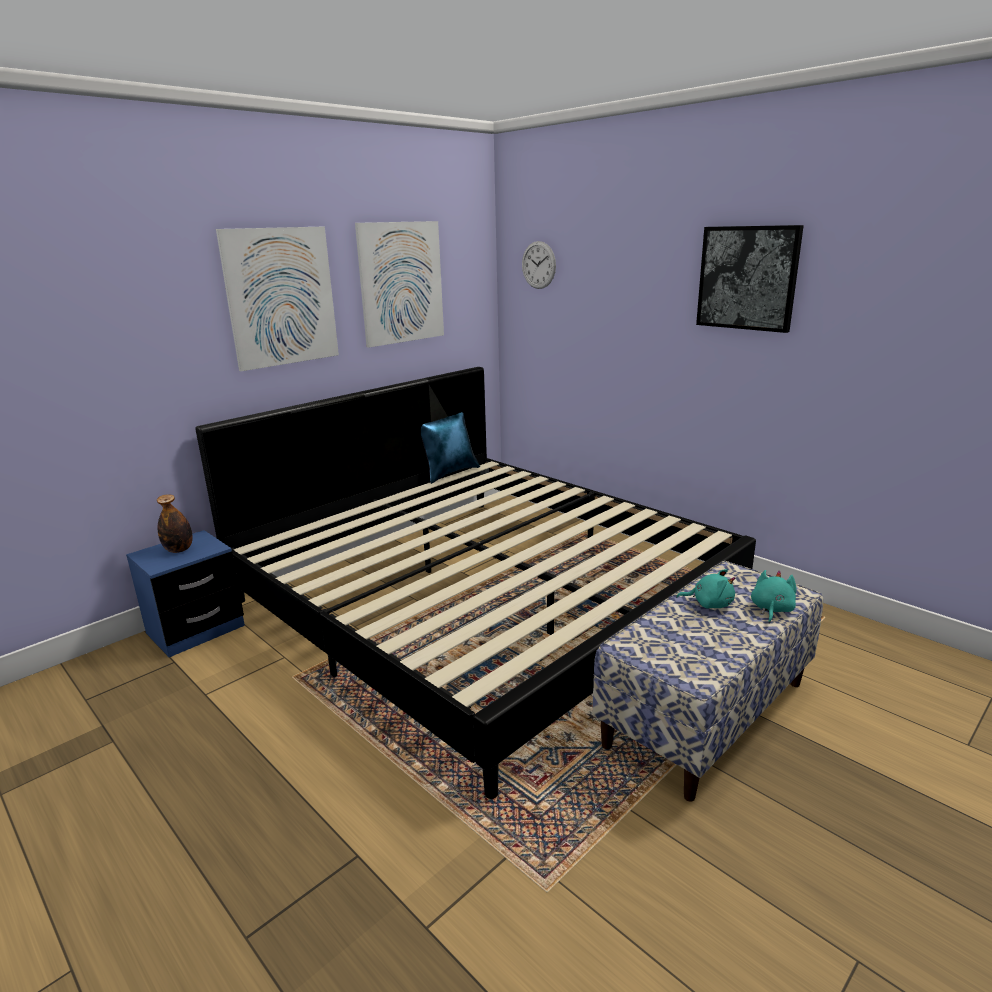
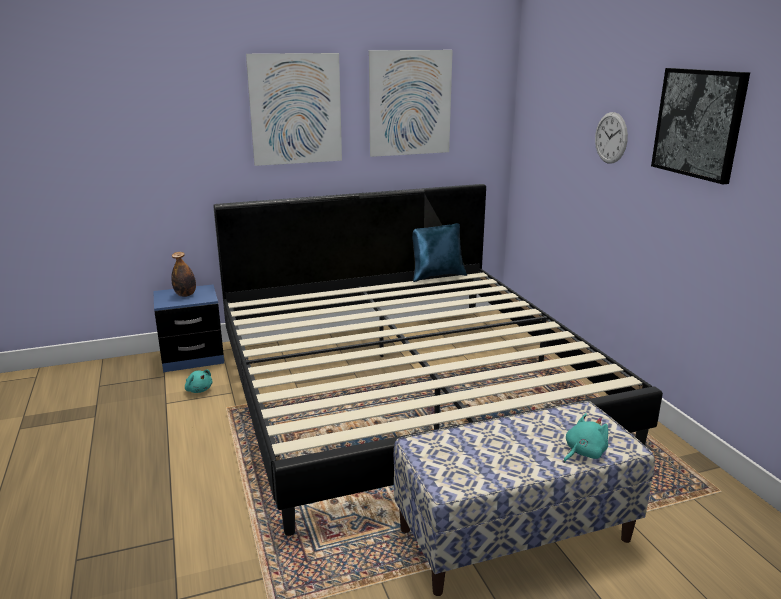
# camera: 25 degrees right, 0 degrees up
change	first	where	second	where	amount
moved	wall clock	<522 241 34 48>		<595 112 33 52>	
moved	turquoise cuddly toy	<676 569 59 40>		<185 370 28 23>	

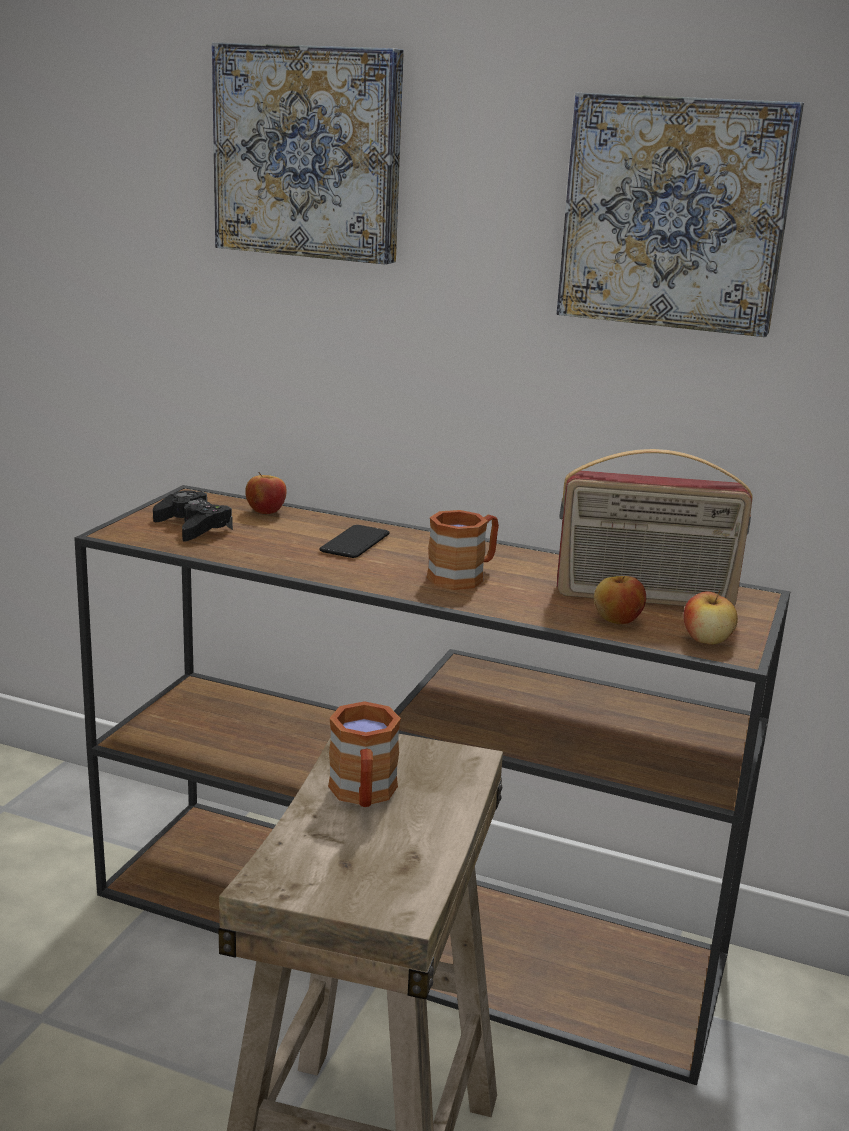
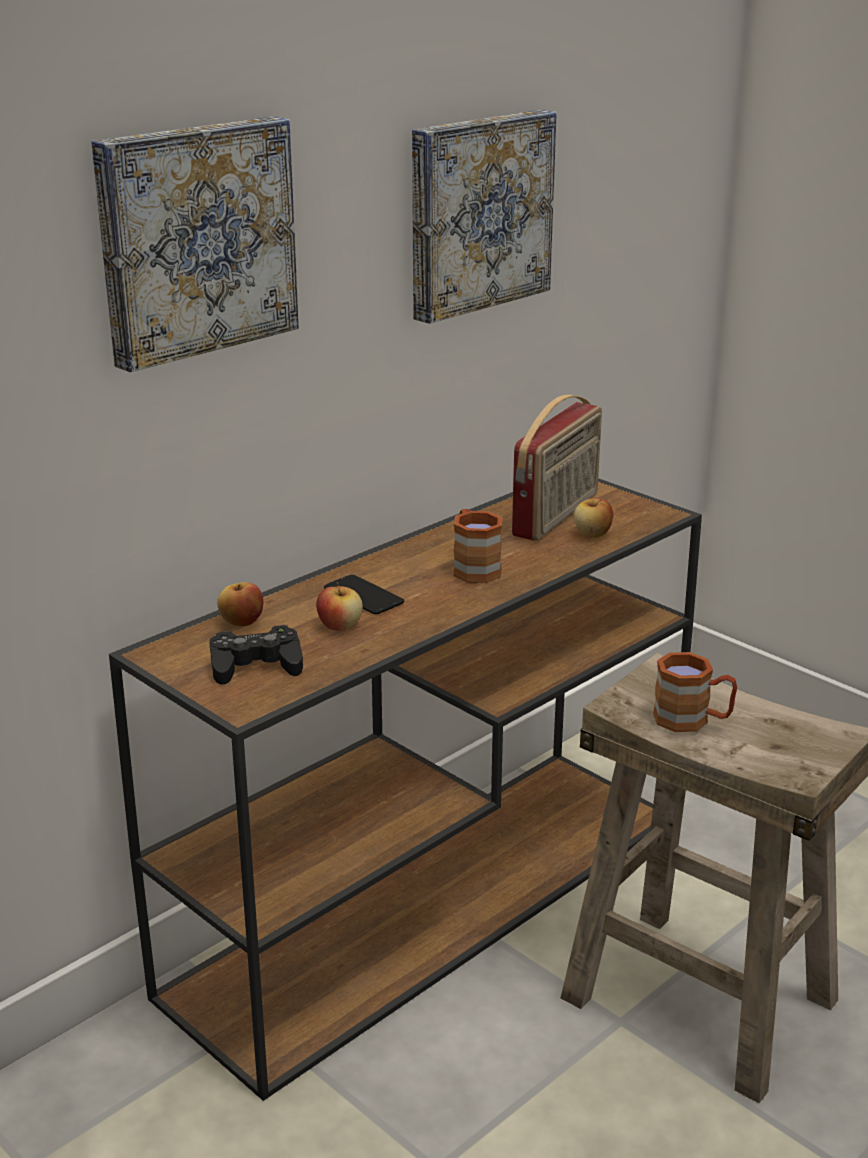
# camera: 65 degrees left, 5 degrees up
change	first	where	second	where	amount
moved	apple fruit	<684 590 54 55>		<316 582 47 49>	

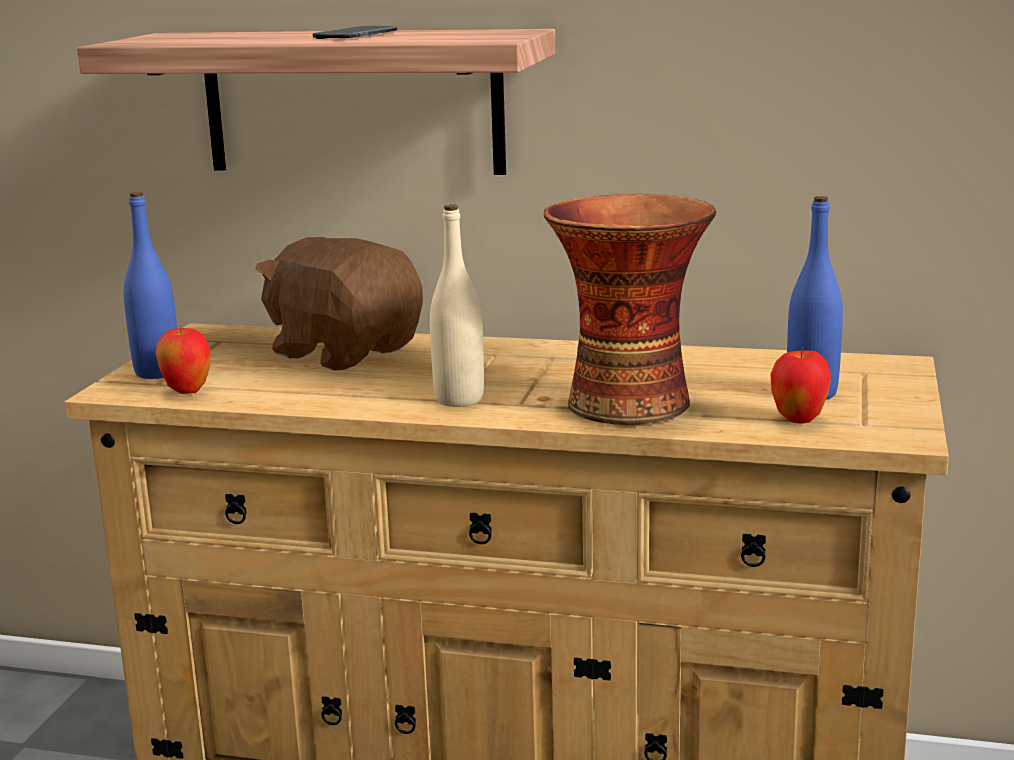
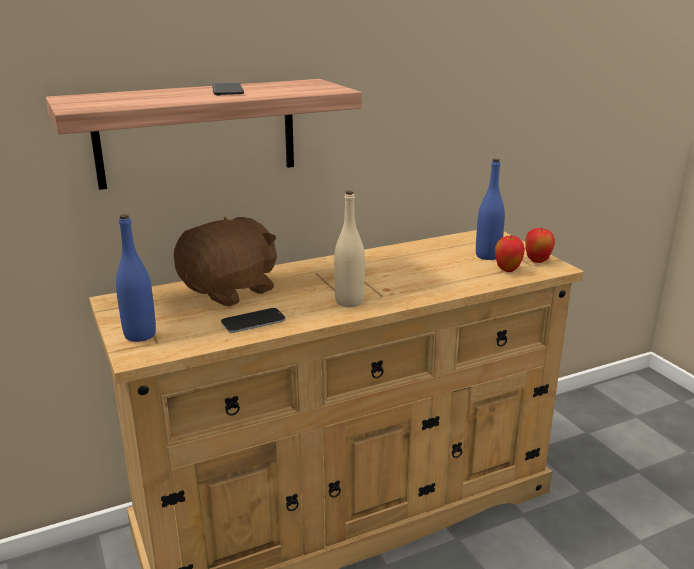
# camera: 40 degrees left, 5 degrees up
change	first	where	second	where	amount
removed	flower vase	<544 194 172 231>			
turned	brown-coloured cuddly toy	<255 237 168 133>		<173 217 104 89>	135 degrees clockwise
moved	apple fruit	<155 325 55 69>		<525 228 30 35>	
added			phone	<221 308 65 25>	

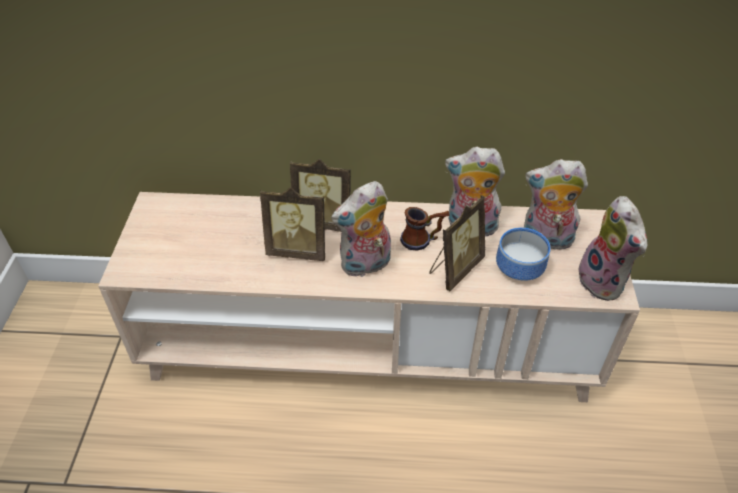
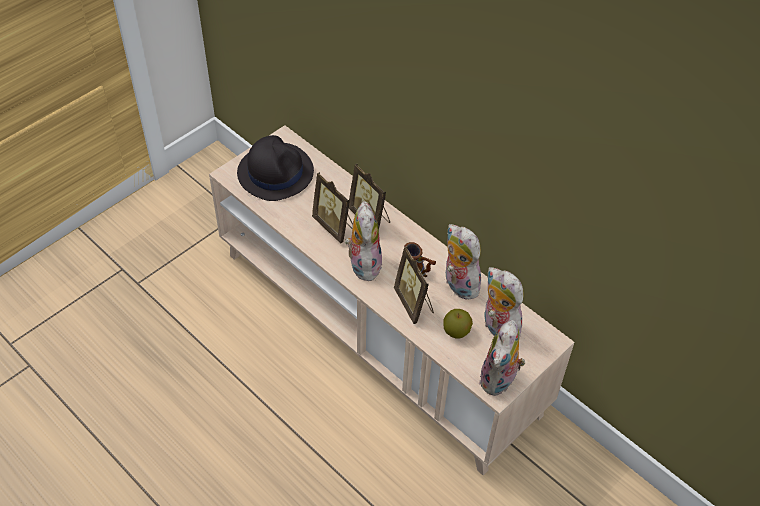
# camera: 40 degrees right, 5 degrees up
change	first	where	second	where	amount
turned	cuddly toy	<331 181 60 96>		<345 201 37 80>	75 degrees clockwise
turned	standing frame	<429 195 56 96>		<394 246 40 78>	75 degrees clockwise
replaced	bowl	<496 228 55 53>	apple fruit	<443 309 30 30>	
added			blackish wearable hat	<237 135 77 66>	

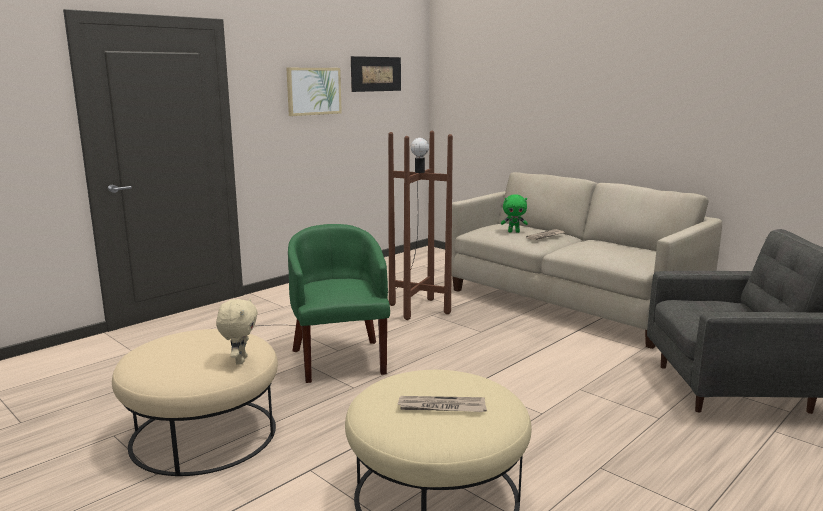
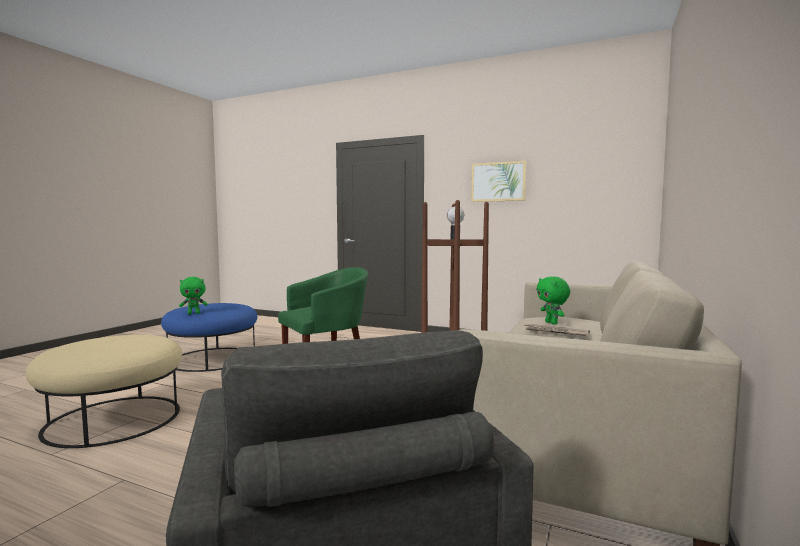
# camera: 70 degrees right, 10 degrees down
change	first	where	second	where	amount
removed	wall art	<351 56 50 36>			
recoloured	sand-coloured cuddly toy	<216 298 42 67>	greenish cuddly toy	<179 277 29 37>	
recoloured	sand-coloured footrest	<112 329 166 147>	blue-coloured footrest	<161 303 96 69>	
removed	newspaper	<397 396 90 16>			

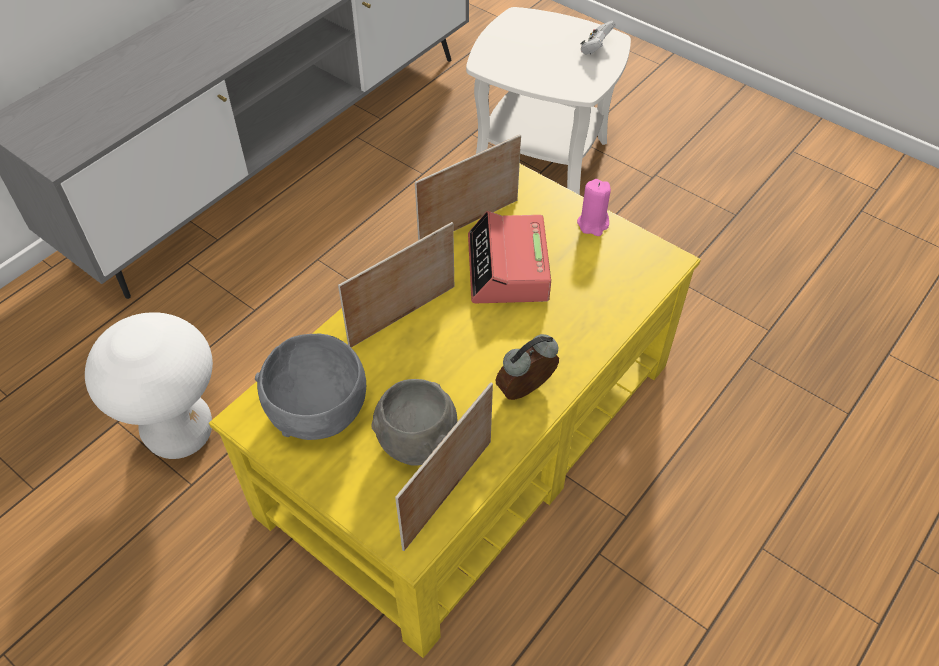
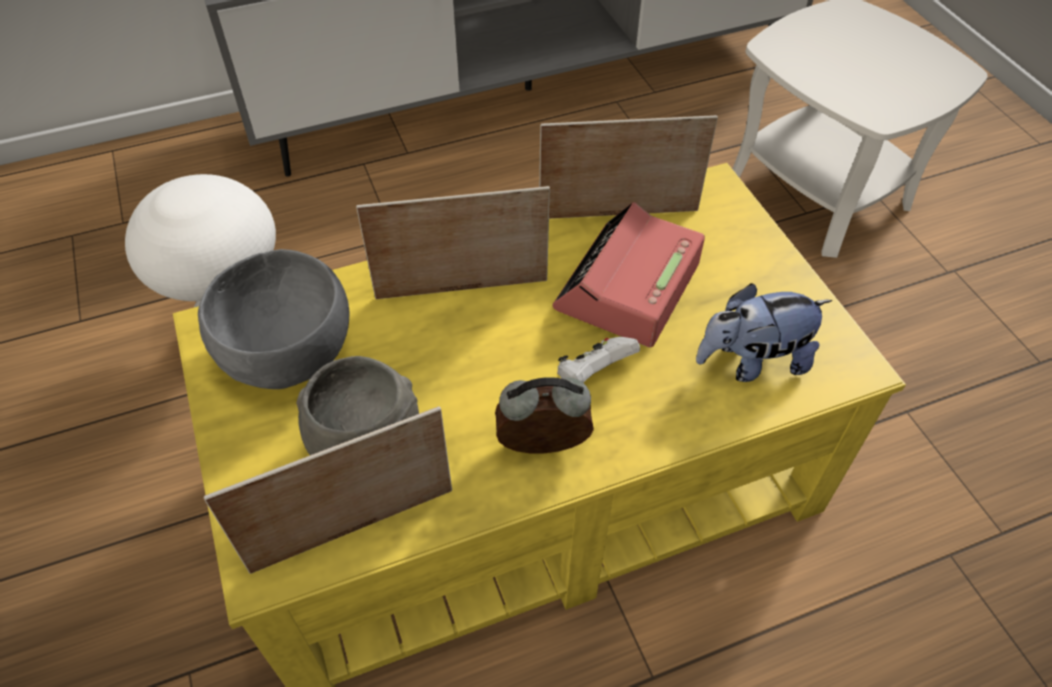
# camera: 30 degrees right, 0 degrees up
change	first	where	second	where	amount
moved	white joypad	<581 21 35 34>		<557 336 83 47>	
removed	pinkish candle	<577 179 34 57>			
added			cuddly toy	<696 283 136 99>	

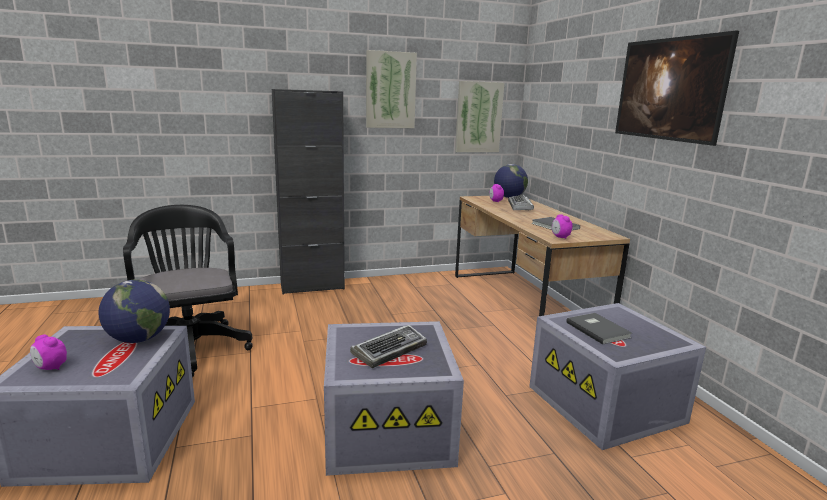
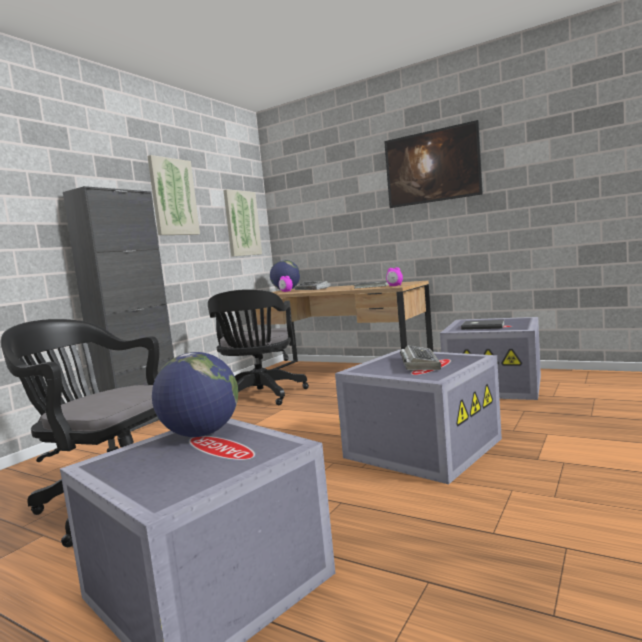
# camera: 40 degrees left, 10 degrees down
change	first	where	second	where	amount
removed	alarm clock	<30 334 37 36>			
added			blackish computer chair	<208 289 101 116>	

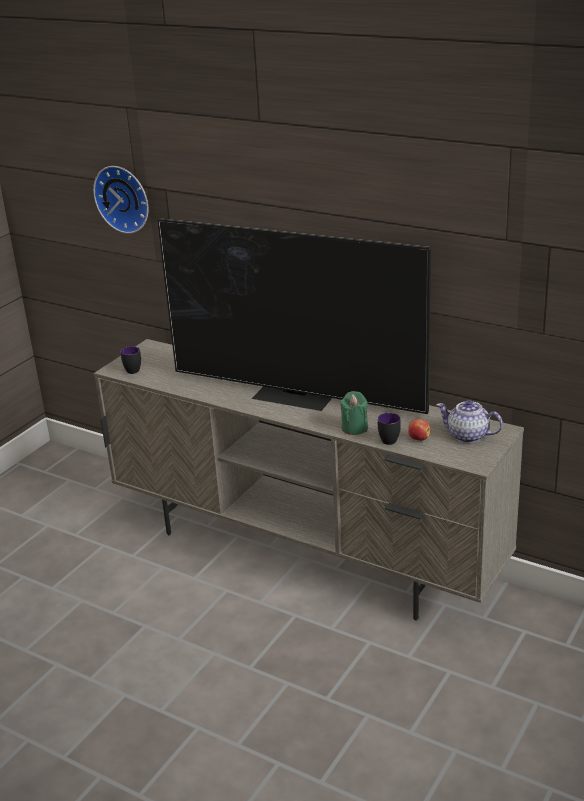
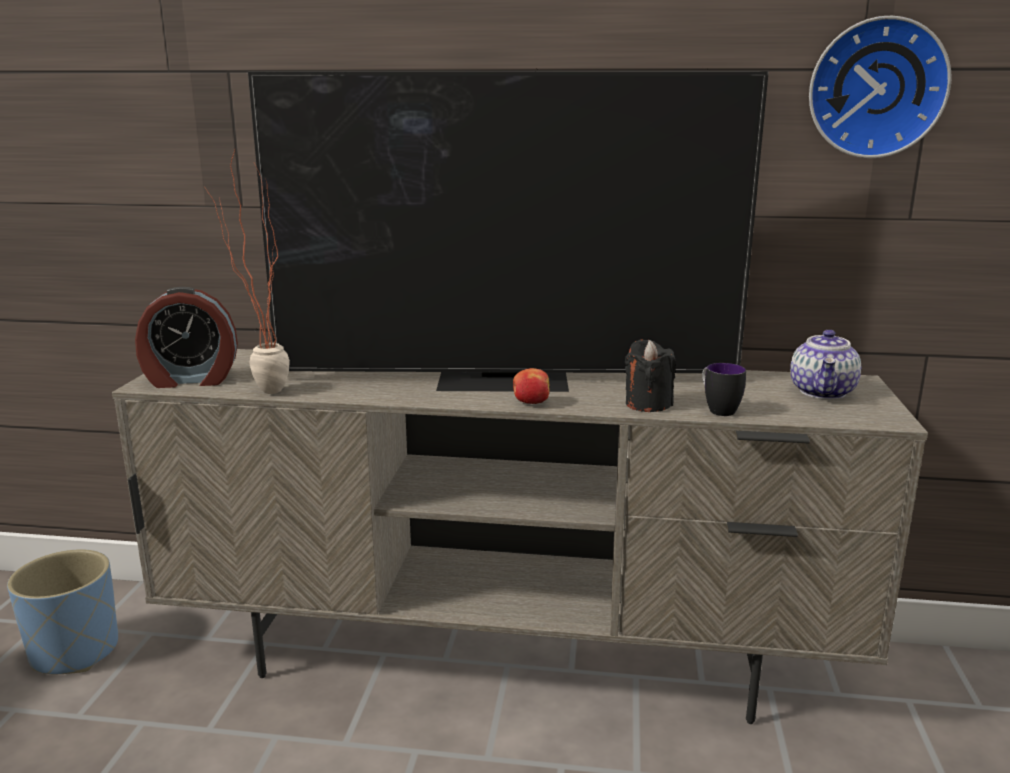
# camera: 25 degrees left, 10 degrees down
change	first	where	second	where	amount
moved	wall clock	<93 166 56 68>		<809 16 143 142>	
replaced	coffee mug	<121 346 20 28>	alarm clock	<135 287 103 101>	
recoloured	greenish candle	<340 391 28 44>	blackish candle	<625 340 51 72>	
turned	tea pot	<436 400 67 43>		<790 330 71 69>	75 degrees counterclockwise
moved	apple fruit	<408 419 23 22>		<513 368 37 36>	
added			houseplant	<205 150 85 244>	
added			blue-coloured flower pot	<7 549 111 125>	

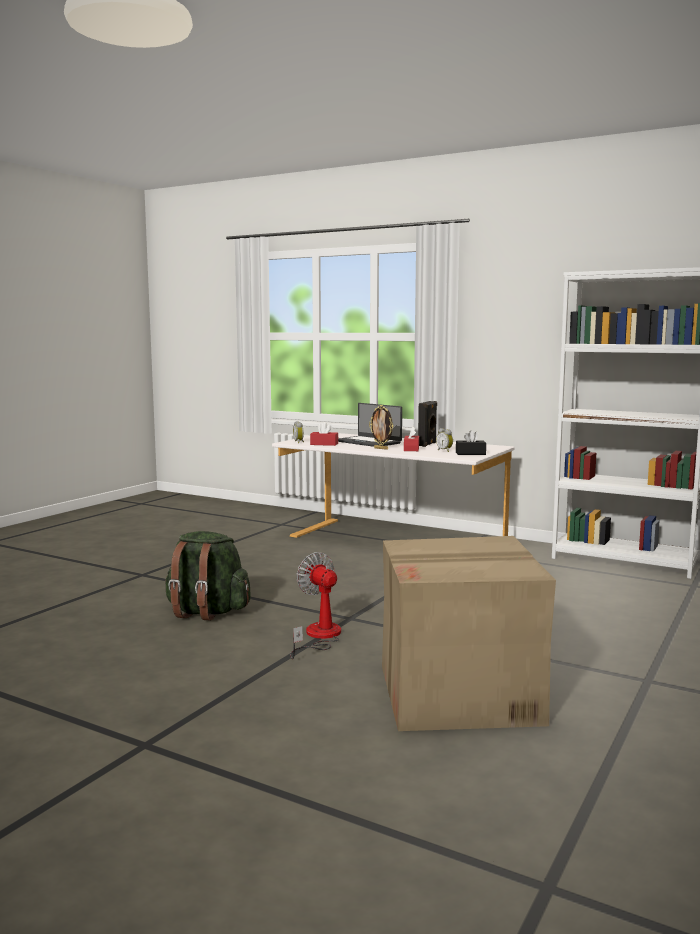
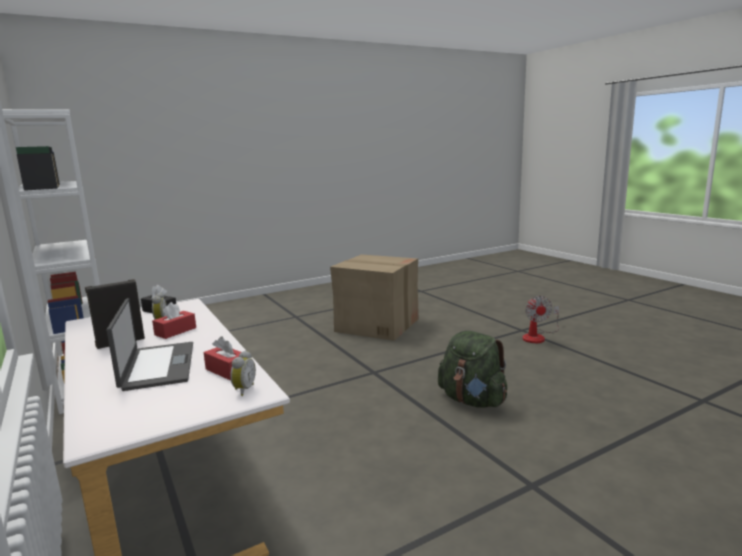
# camera: 150 degrees left, 5 degrees up
change	first	where	second	where	amount
removed	standing frame	<369 405 24 45>			
moved	electric fan	<290 552 51 107>		<522 296 37 47>	

